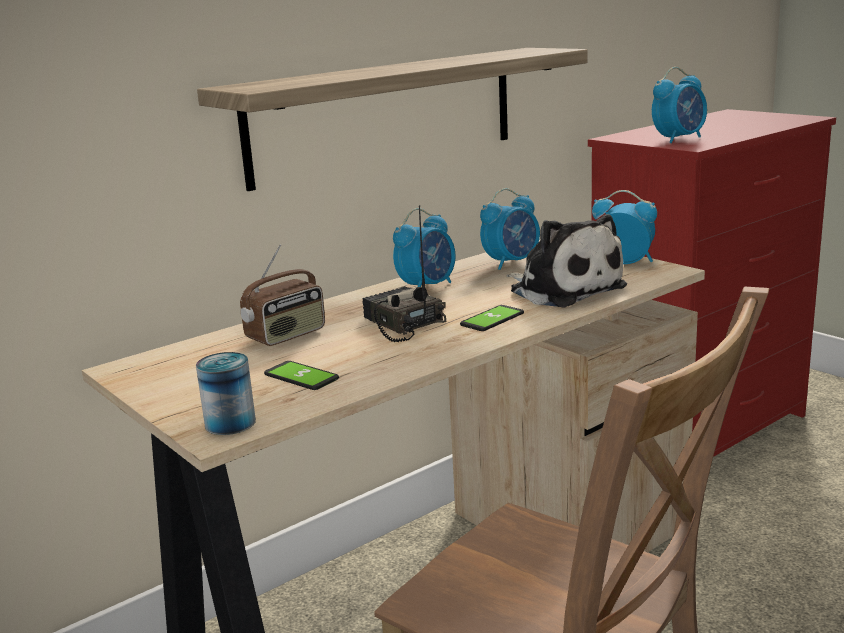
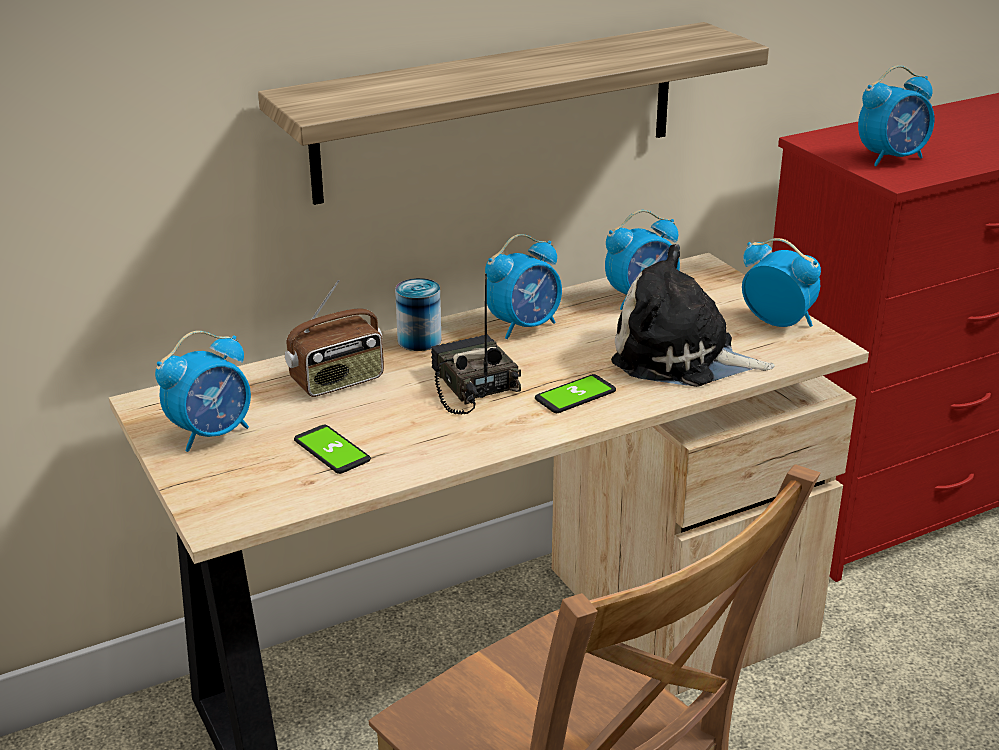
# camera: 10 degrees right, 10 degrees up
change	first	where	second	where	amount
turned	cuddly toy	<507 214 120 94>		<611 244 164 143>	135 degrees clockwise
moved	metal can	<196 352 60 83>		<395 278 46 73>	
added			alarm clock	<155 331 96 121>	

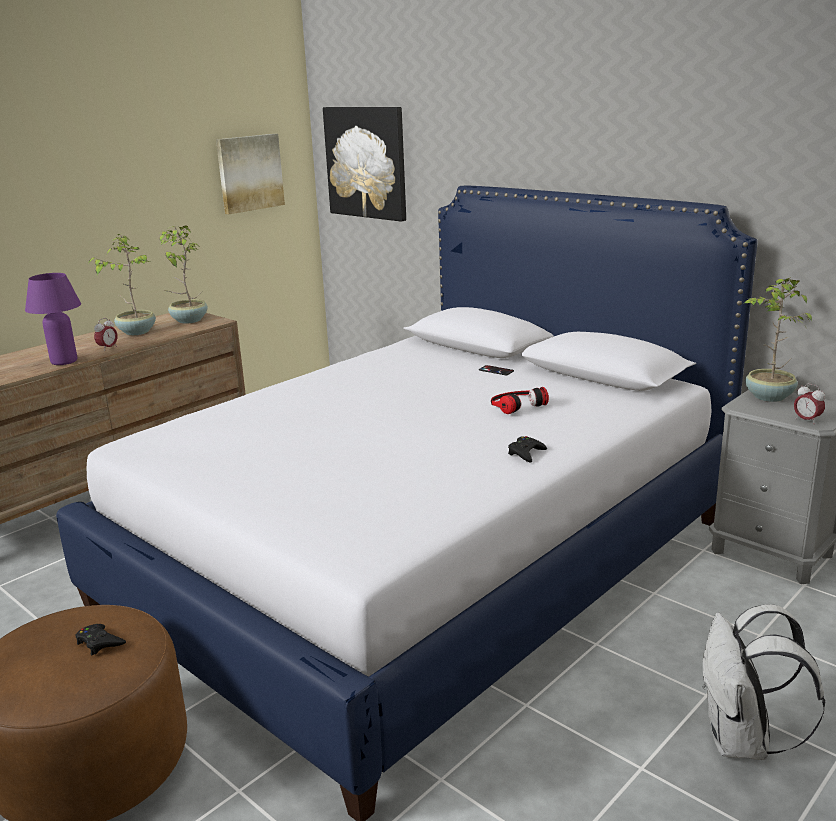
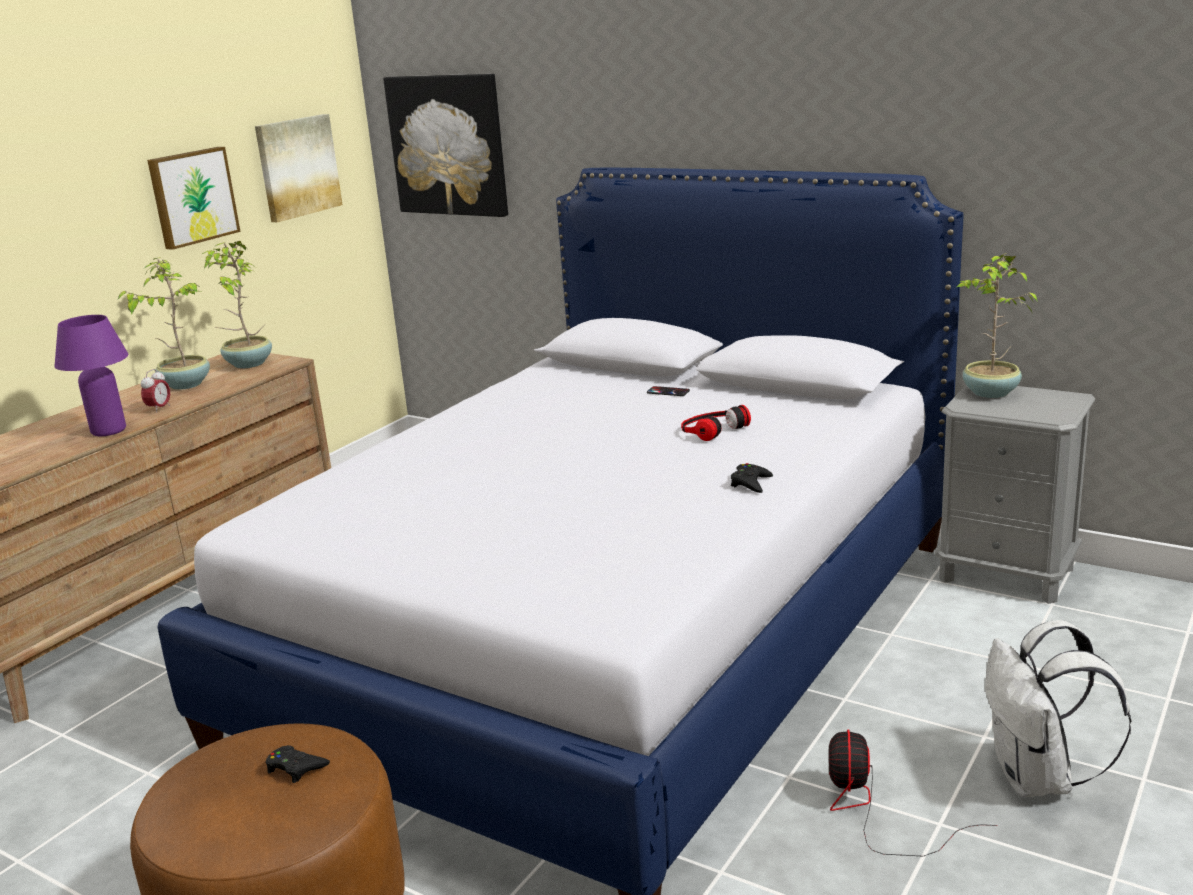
# camera: 10 degrees left, 0 degrees up
change	first	where	second	where	amount
removed	alarm clock	<794 383 31 40>			
added			wall art	<147 147 93 103>	
added			electric fan	<829 729 168 127>	

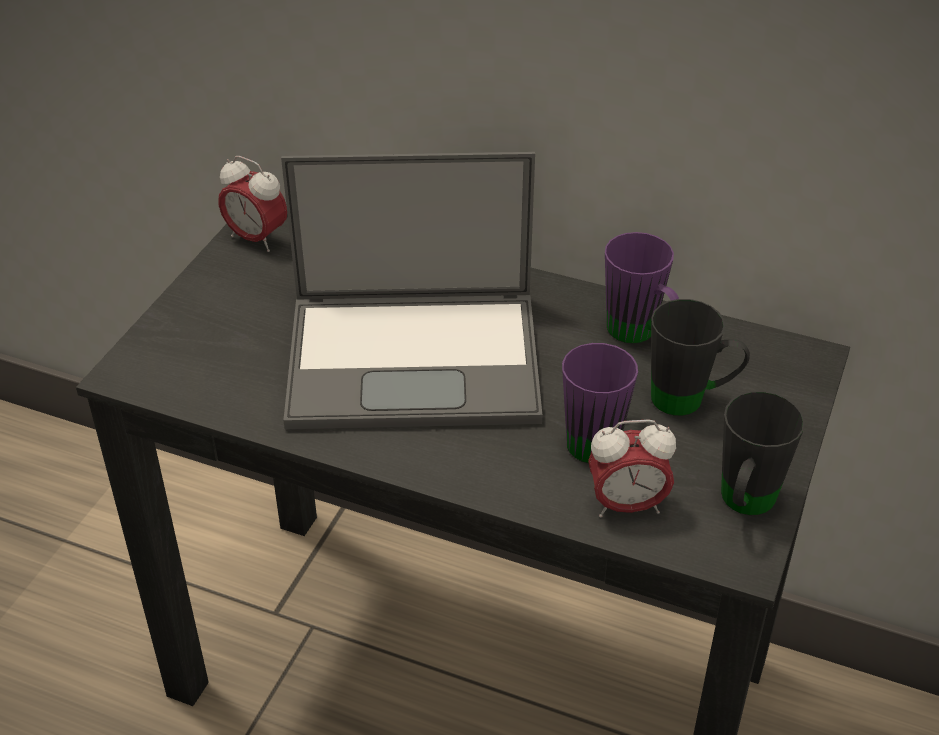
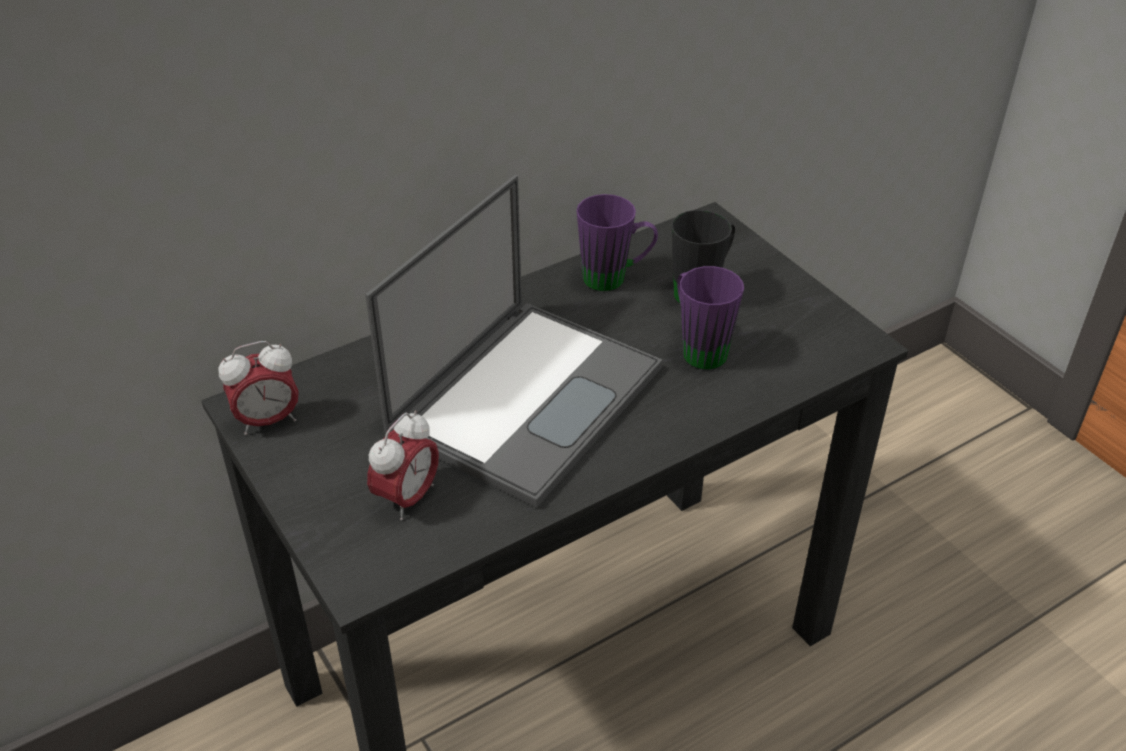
# camera: 55 degrees left, 0 degrees up
change	first	where	second	where	amount
removed	blackish coffee mug	<721 391 84 124>			
moved	alarm clock	<588 420 88 98>		<367 411 72 110>	

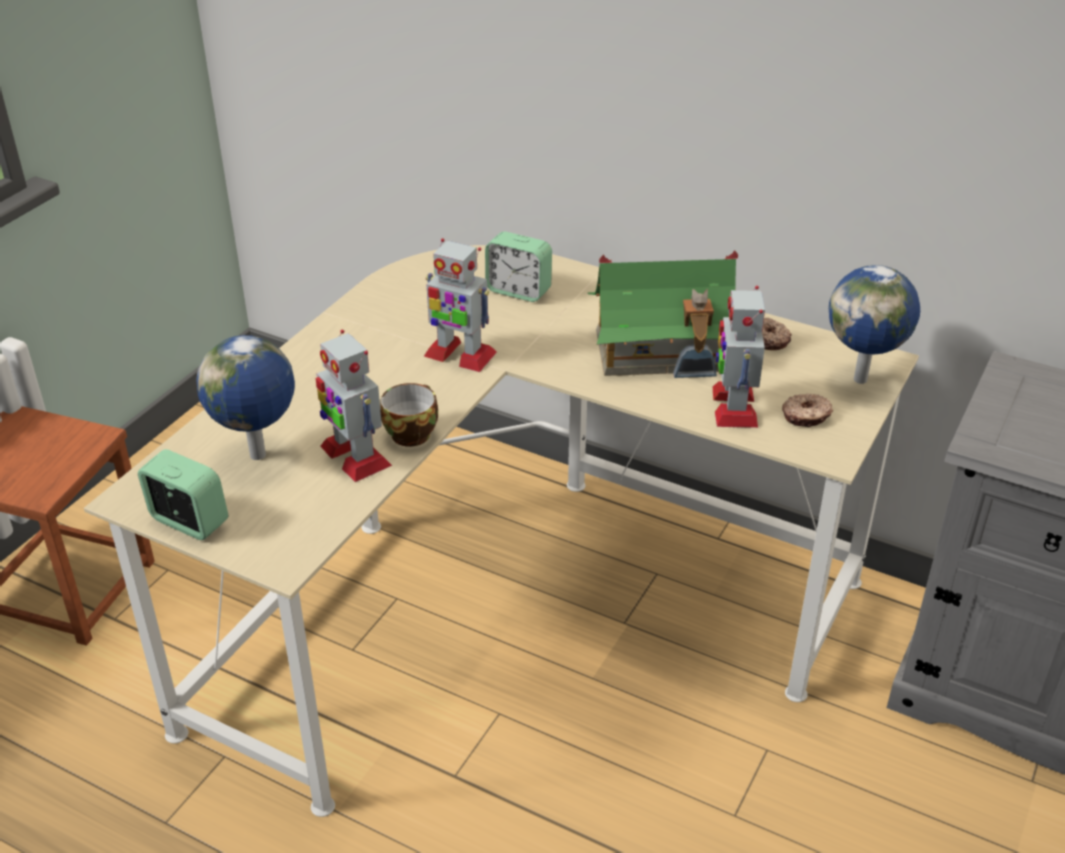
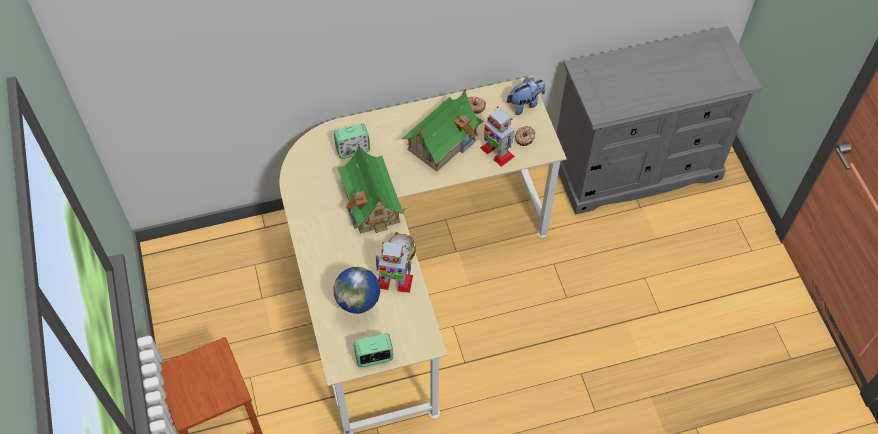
# camera: 45 degrees left, 20 degrees up
change	first	where	second	where	amount
replaced	robot figure	<424 238 73 134>	miniature house	<337 144 70 90>	
replaced	desk globe	<829 265 91 119>	cuddly toy	<507 77 38 38>	

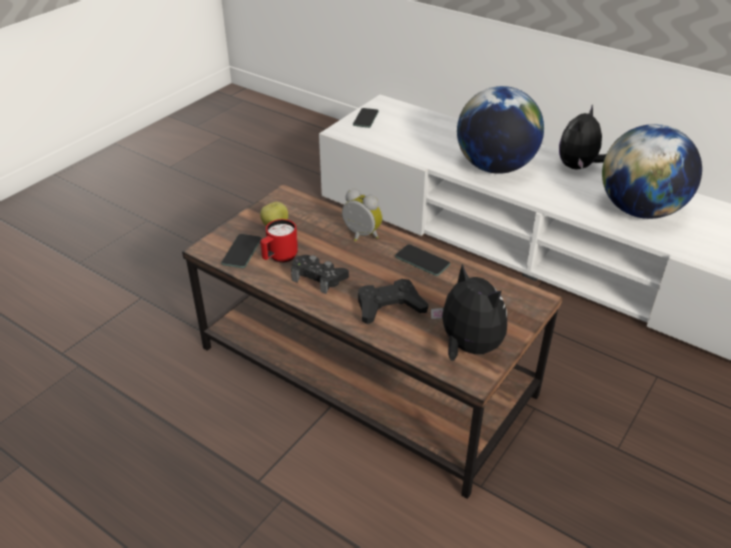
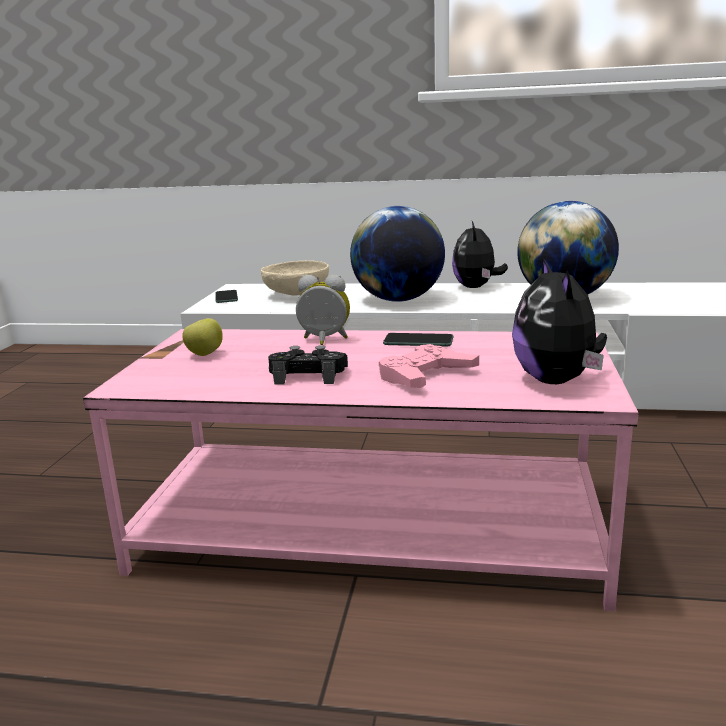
# camera: 25 degrees left, 20 degrees down
change	first	where	second	where	amount
recoloured	brown-coloured lounge table	<182 183 381 316>	pinkish lounge table	<83 329 556 282>	
removed	red coffee mug	<260 219 38 44>			
removed	phone	<221 234 41 34>			
turned	cuddly toy	<431 264 76 97>		<512 257 95 127>	120 degrees counterclockwise
recoloured	blackish joypad	<358 279 70 45>	pinkish joypad	<379 344 100 44>	
added			sand-coloured bowl	<261 260 68 36>	

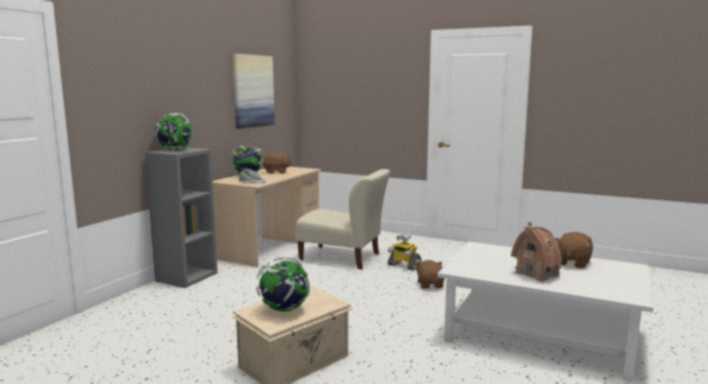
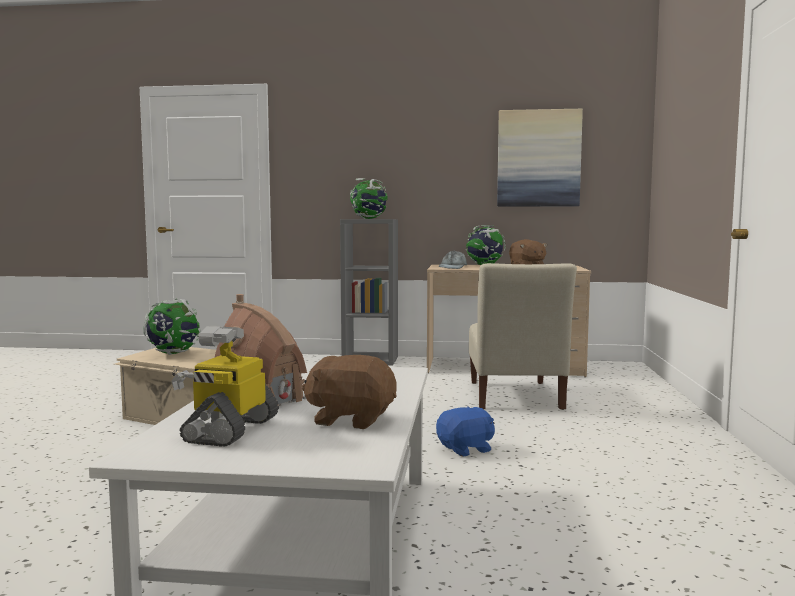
# camera: 70 degrees right, 5 degrees down
change	first	where	second	where	amount
moved	robot figure	<387 234 35 37>		<171 326 108 121>	
recoloured	brown-coloured cuddly toy	<415 260 30 29>	blue-coloured cuddly toy	<436 407 59 50>	

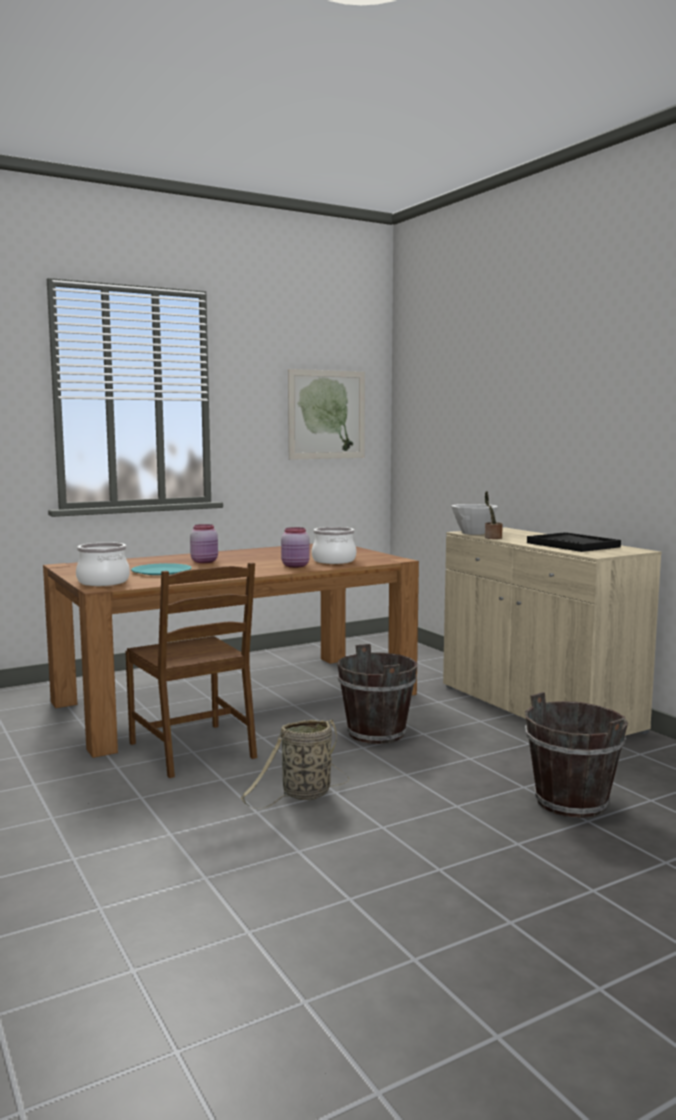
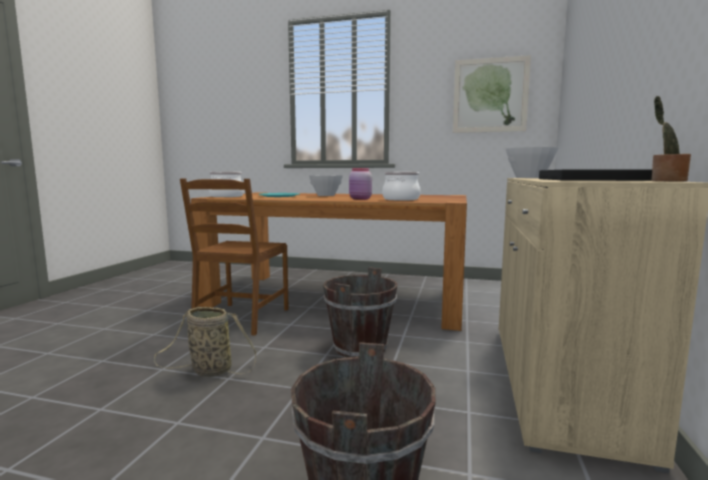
# camera: 45 degrees right, 0 degrees up
change	first	where	second	where	amount
moved	houseplant	<485 491 18 48>		<651 96 40 86>	
replaced	pinkish storage jar	<190 524 28 39>	white bowl	<309 175 34 21>	

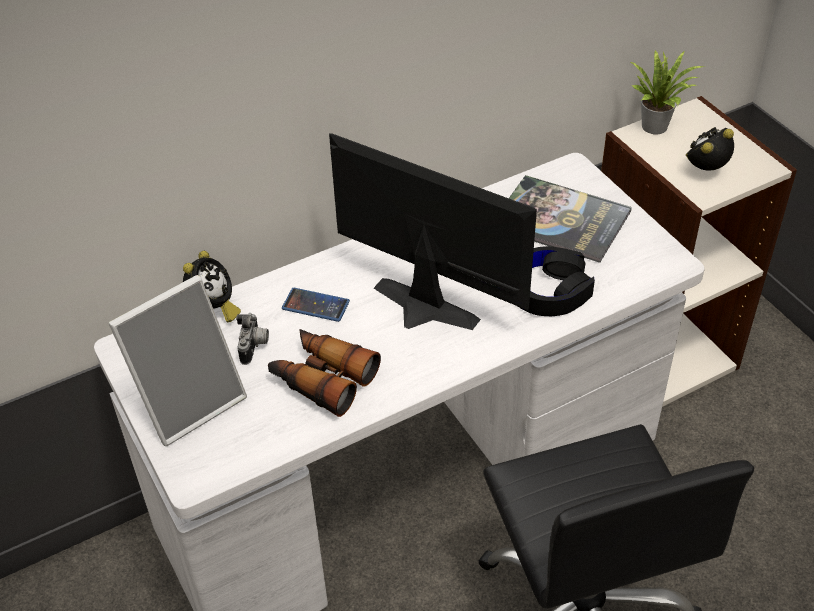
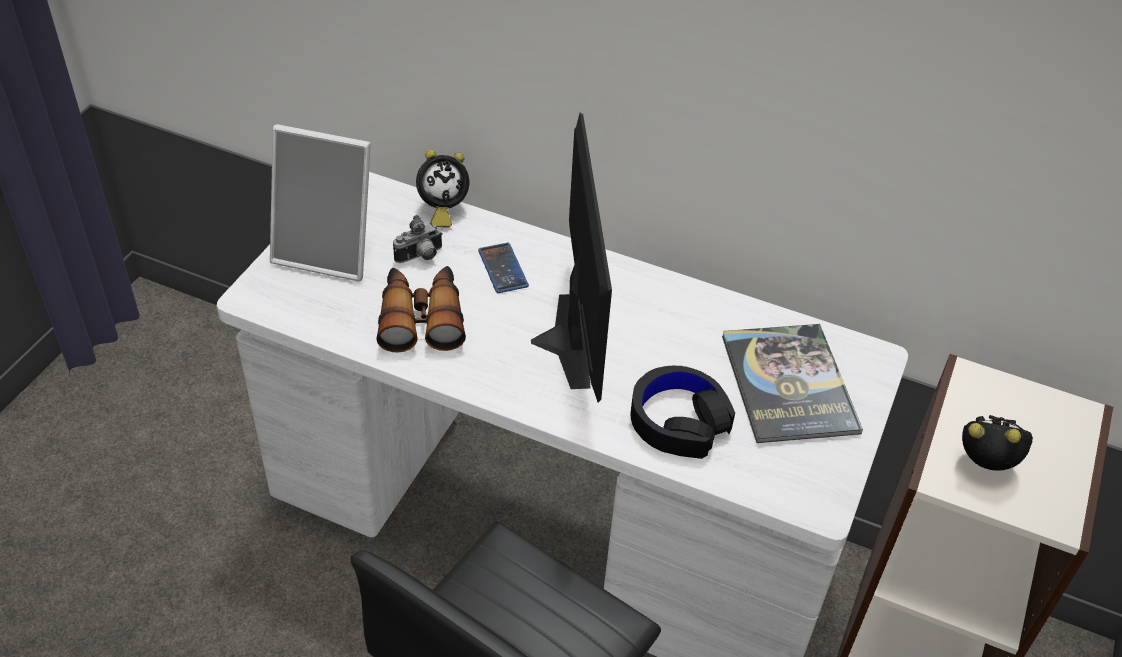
# camera: 50 degrees right, 0 degrees up
change	first	where	second	where	amount
removed	houseplant	<631 49 74 86>			

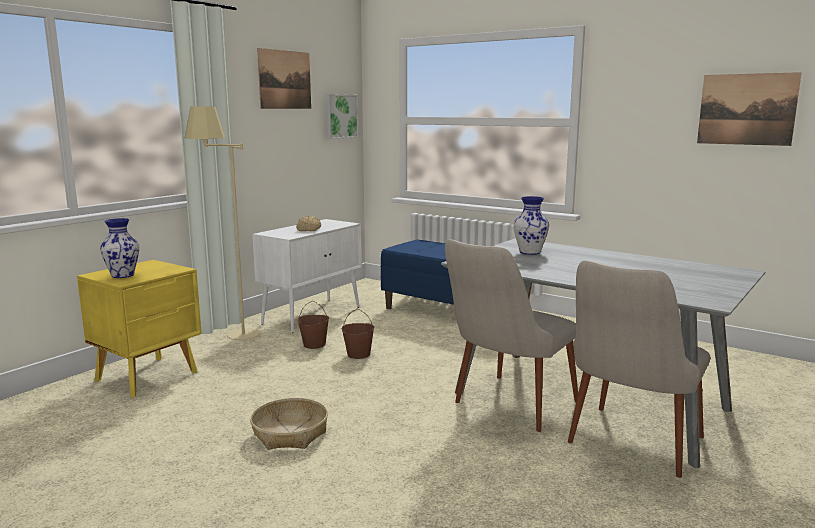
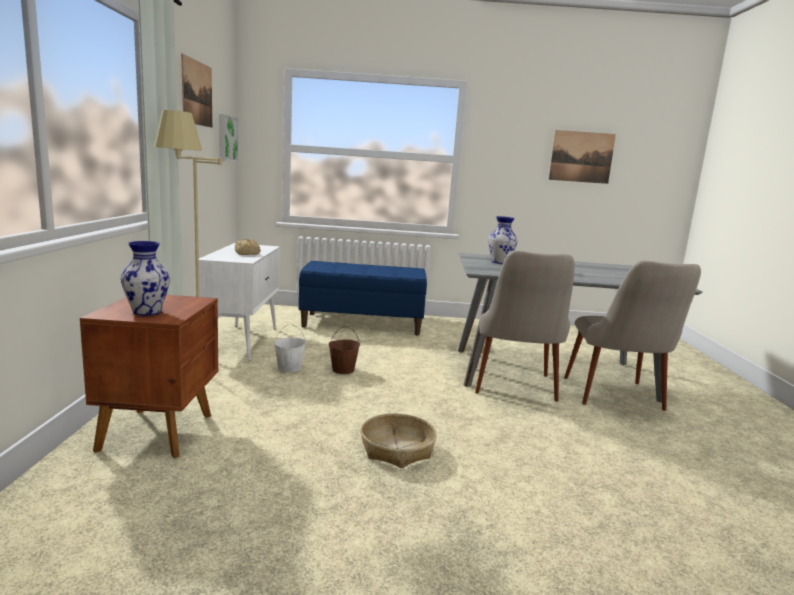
# camera: 35 degrees left, 0 degrees up
change	first	where	second	where	amount
recoloured	yellow-coloured nightstand	<77 260 125 138>	brown-coloured nightstand	<80 295 139 163>	
recoloured	brown-coloured bucket	<297 301 32 48>	white bucket	<274 324 32 48>	

